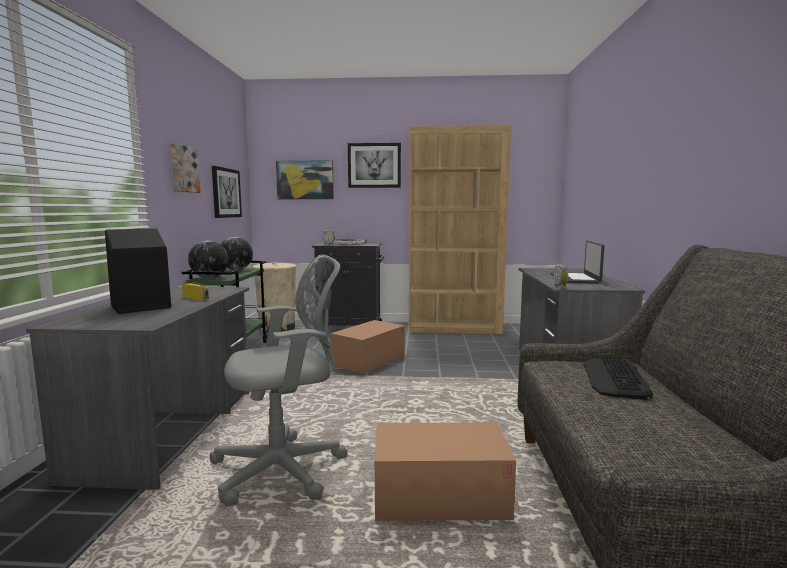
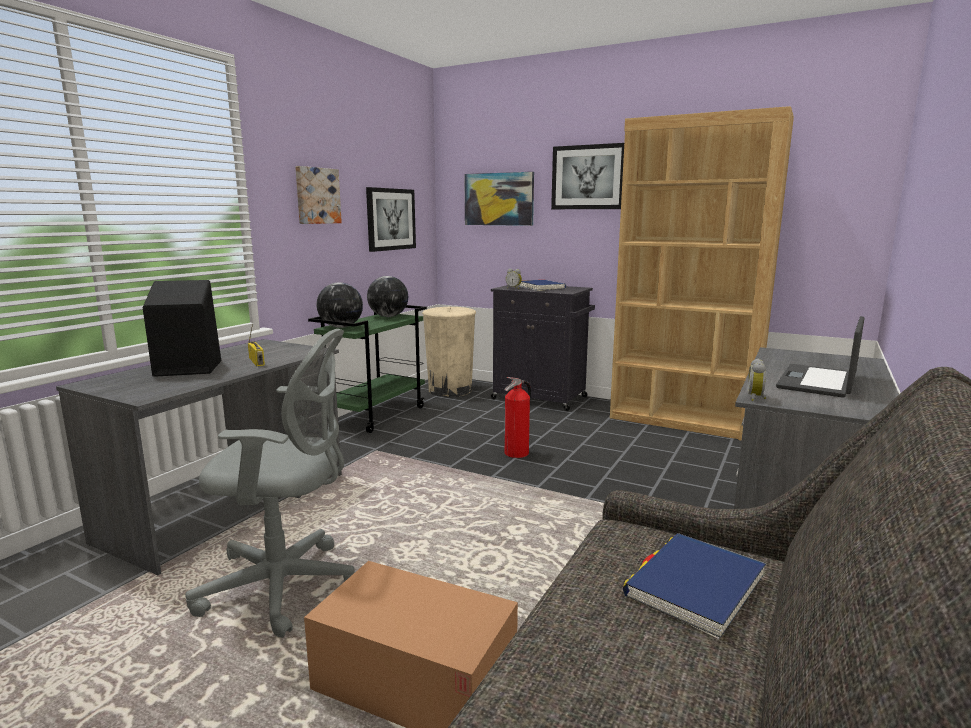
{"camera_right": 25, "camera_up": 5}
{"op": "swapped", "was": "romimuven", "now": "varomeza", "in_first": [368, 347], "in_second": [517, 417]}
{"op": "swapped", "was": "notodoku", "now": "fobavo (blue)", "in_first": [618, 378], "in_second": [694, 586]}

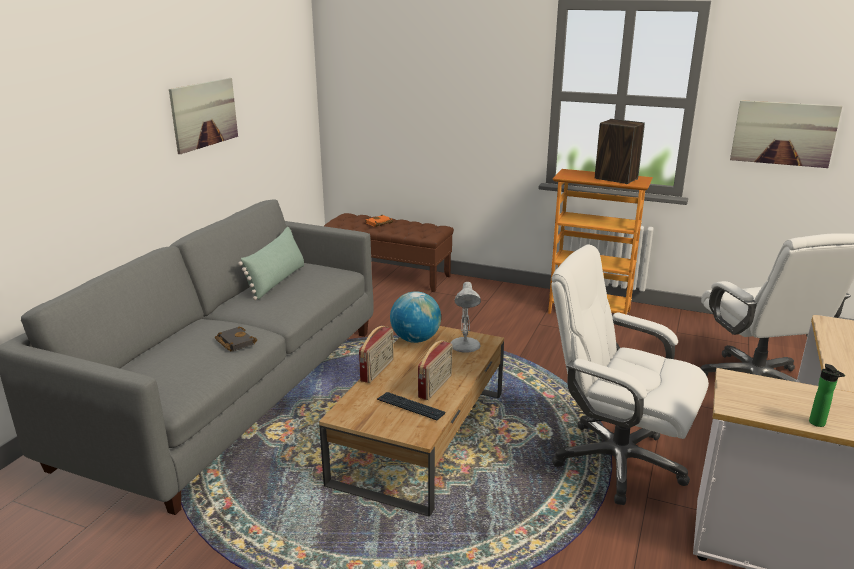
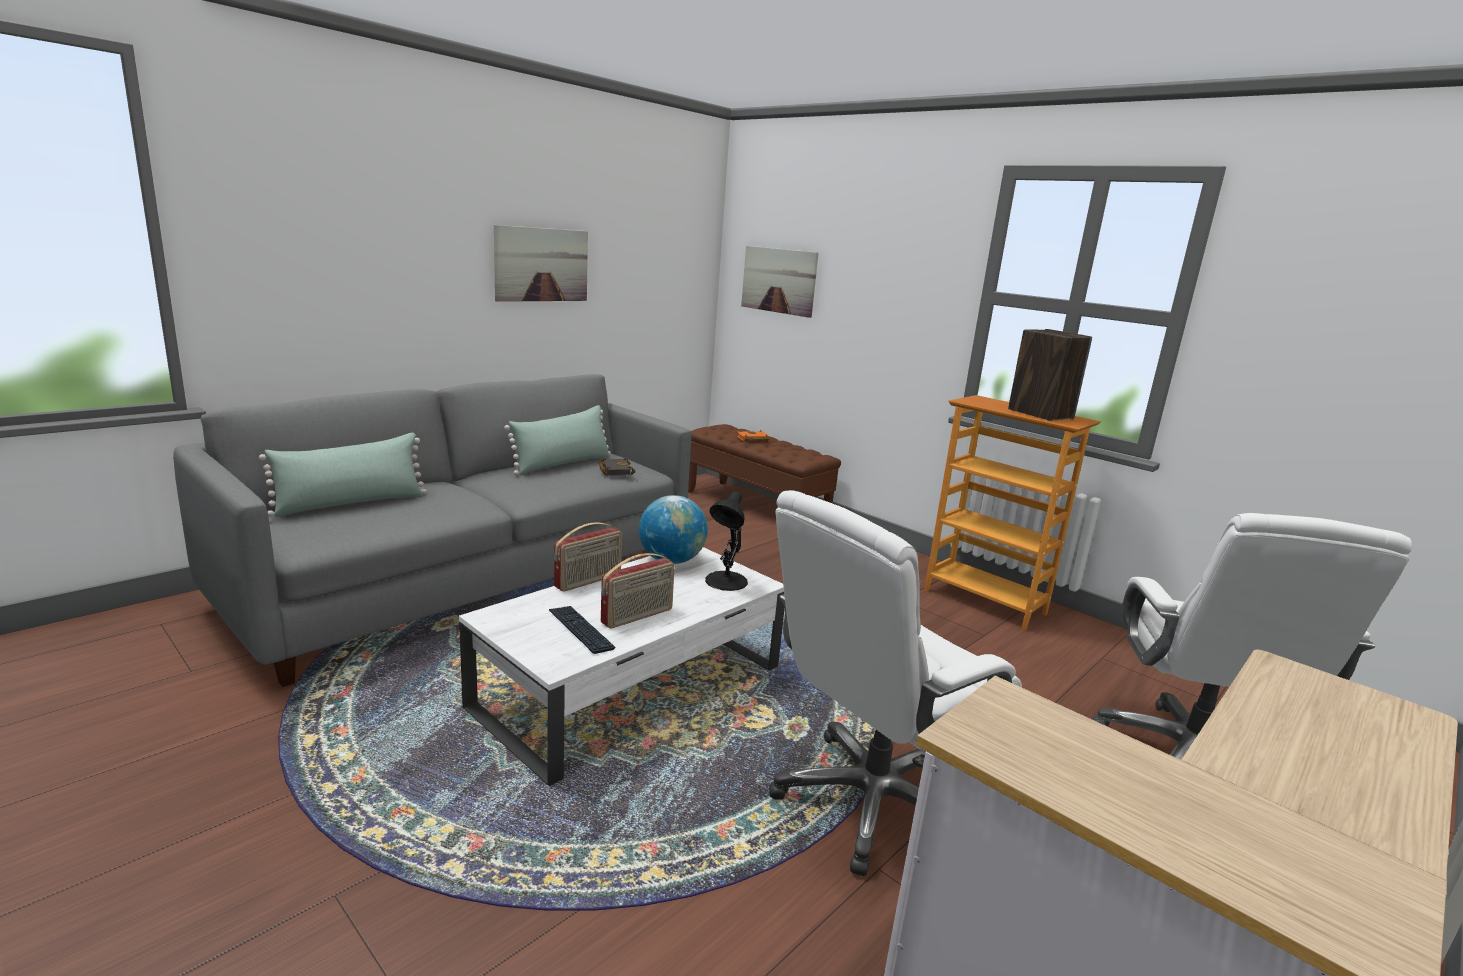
{"camera_right": 20, "camera_up": -5}
{"op": "shifted", "was": "fobavo (black)", "in_first": [236, 338], "in_second": [617, 467]}
{"op": "repainted", "was": "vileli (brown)", "now": "vileli (white)", "in_first": [411, 421], "in_second": [622, 666]}
{"op": "repainted", "was": "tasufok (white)", "now": "tasufok (black)", "in_first": [465, 317], "in_second": [726, 541]}
{"op": "rotated", "was": "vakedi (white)", "in_first": [630, 375], "in_second": [895, 683], "clockwise": -90}
{"op": "shifted", "was": "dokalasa", "in_first": [786, 134], "in_second": [780, 282]}
{"op": "gone", "was": "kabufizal", "in_first": [827, 395]}
{"op": "new", "now": "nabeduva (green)", "in_second": [343, 475]}

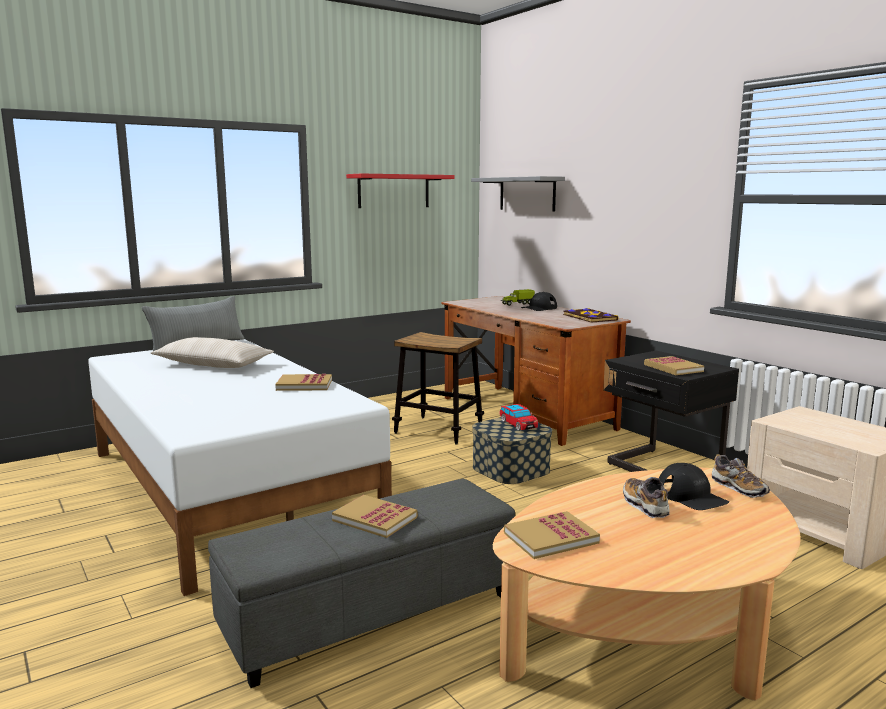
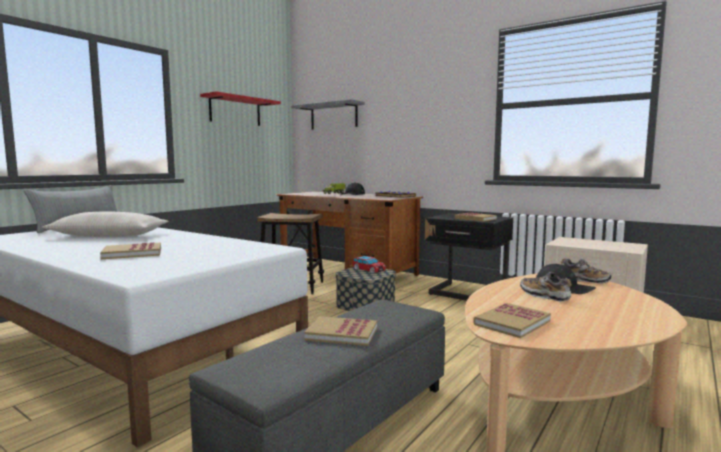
{"camera_right": -20, "camera_up": -5}
{"op": "shifted", "was": "fobavo", "in_first": [303, 382], "in_second": [130, 250]}

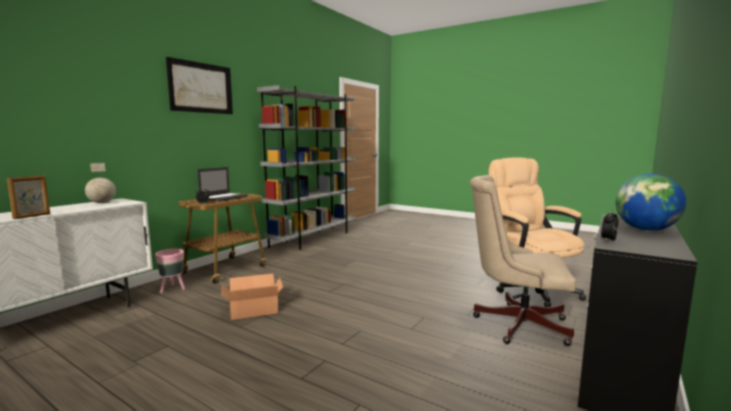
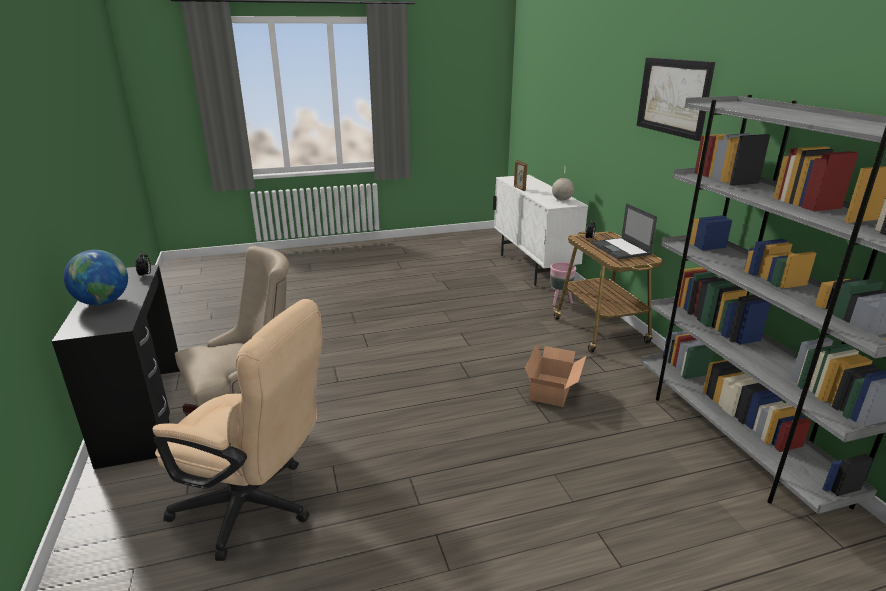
{"camera_right": 130, "camera_up": 15}
{"op": "shifted", "was": "romimuven", "in_first": [252, 297], "in_second": [555, 375]}

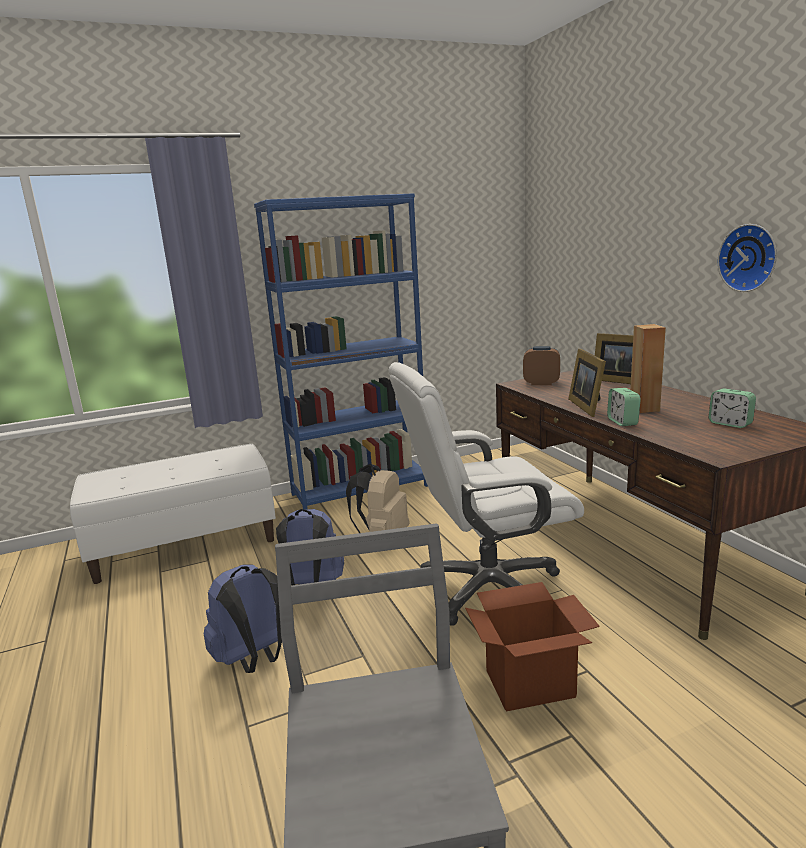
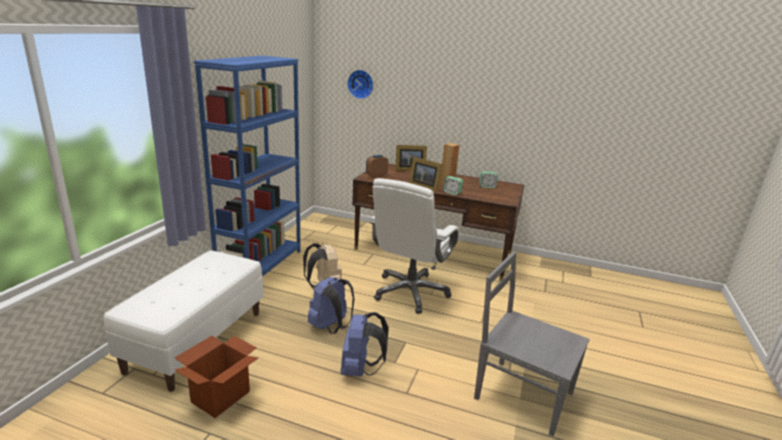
{"camera_right": -50, "camera_up": 5}
{"op": "shifted", "was": "romimuven", "in_first": [532, 646], "in_second": [216, 377]}
{"op": "shifted", "was": "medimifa", "in_first": [747, 258], "in_second": [360, 84]}

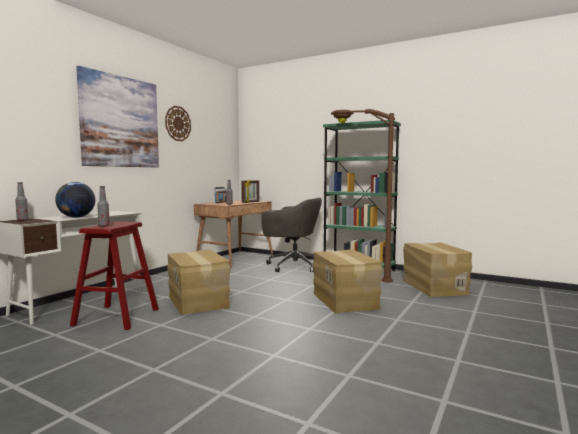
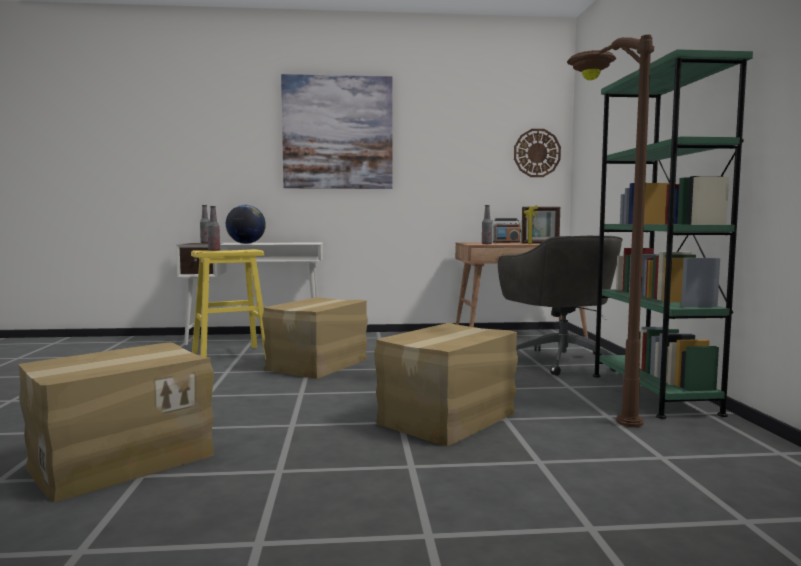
{"camera_right": 55, "camera_up": 0}
{"op": "repainted", "was": "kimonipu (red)", "now": "kimonipu (yellow)", "in_first": [114, 275], "in_second": [228, 304]}
{"op": "shifted", "was": "medimifa", "in_first": [178, 123], "in_second": [537, 153]}
{"op": "shifted", "was": "romimuven", "in_first": [437, 269], "in_second": [116, 422]}

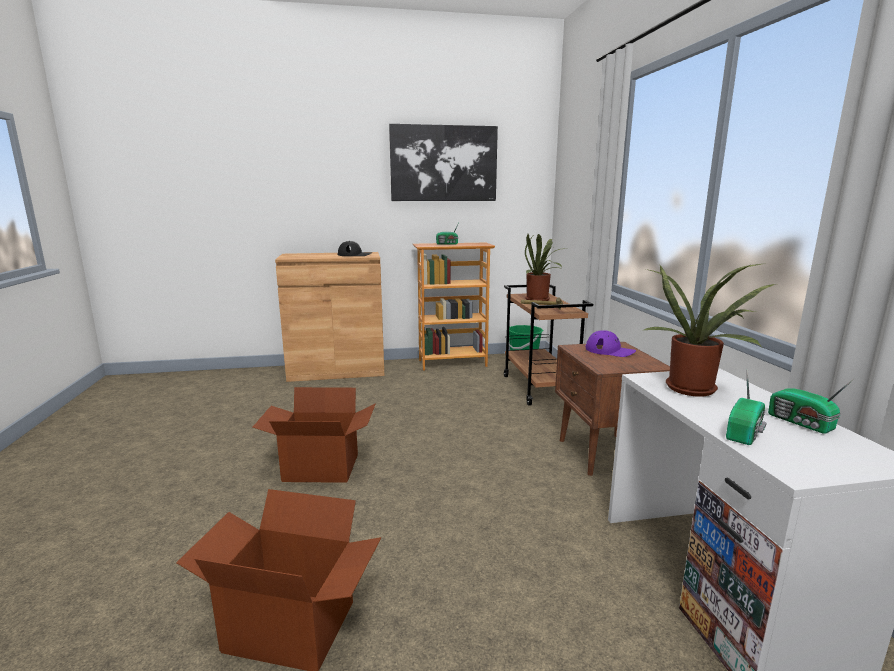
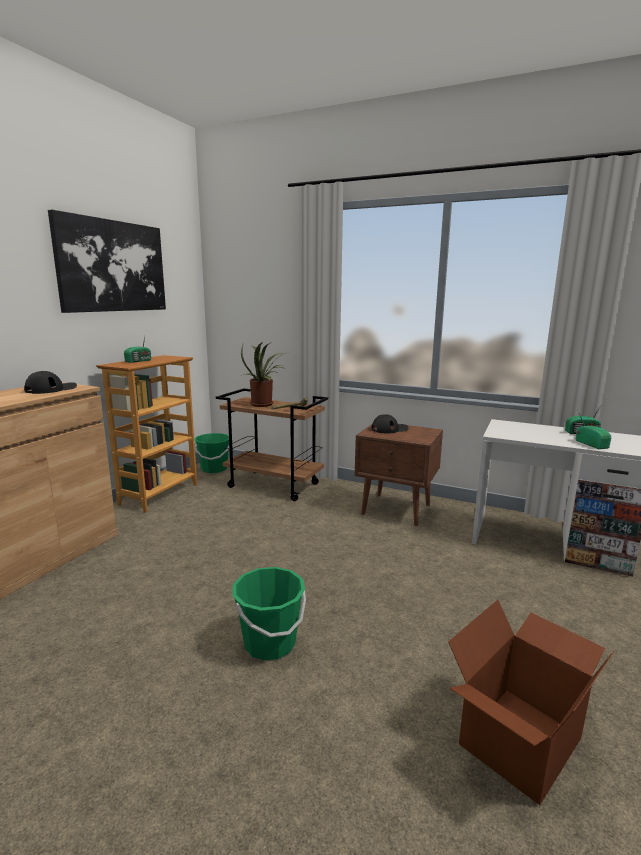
{"camera_right": -55, "camera_up": 0}
{"op": "swapped", "was": "romimuven", "now": "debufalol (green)", "in_first": [313, 435], "in_second": [269, 614]}
{"op": "repainted", "was": "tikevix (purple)", "now": "tikevix (black)", "in_first": [610, 343], "in_second": [390, 424]}
{"op": "gone", "was": "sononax", "in_first": [709, 330]}

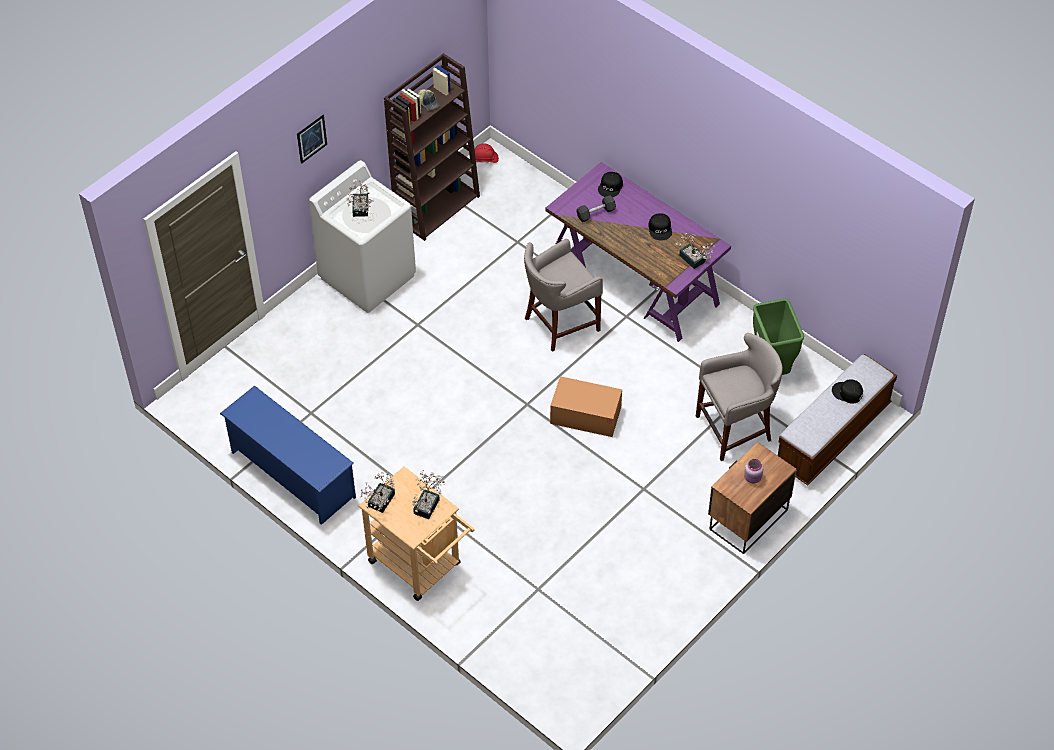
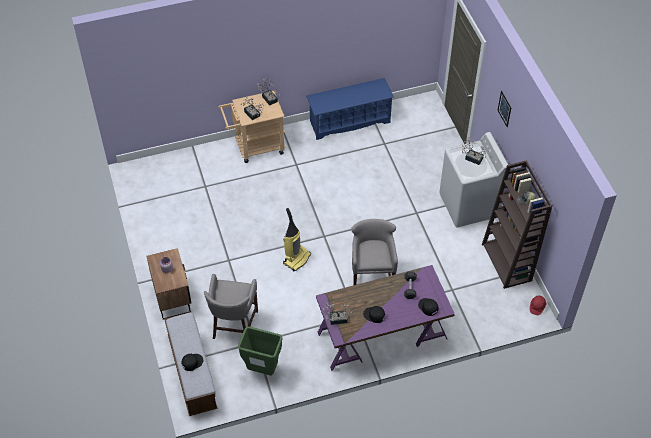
{"camera_right": 120, "camera_up": 0}
{"op": "swapped", "was": "romimuven", "now": "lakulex", "in_first": [586, 406], "in_second": [297, 240]}

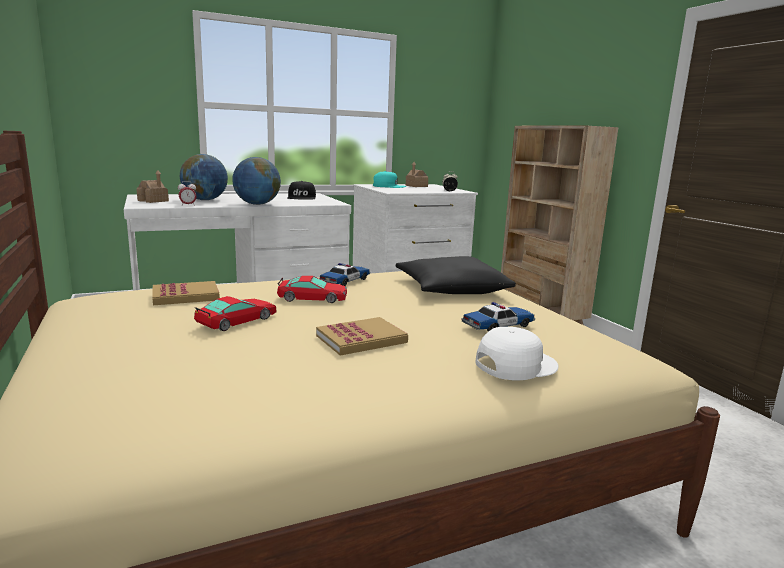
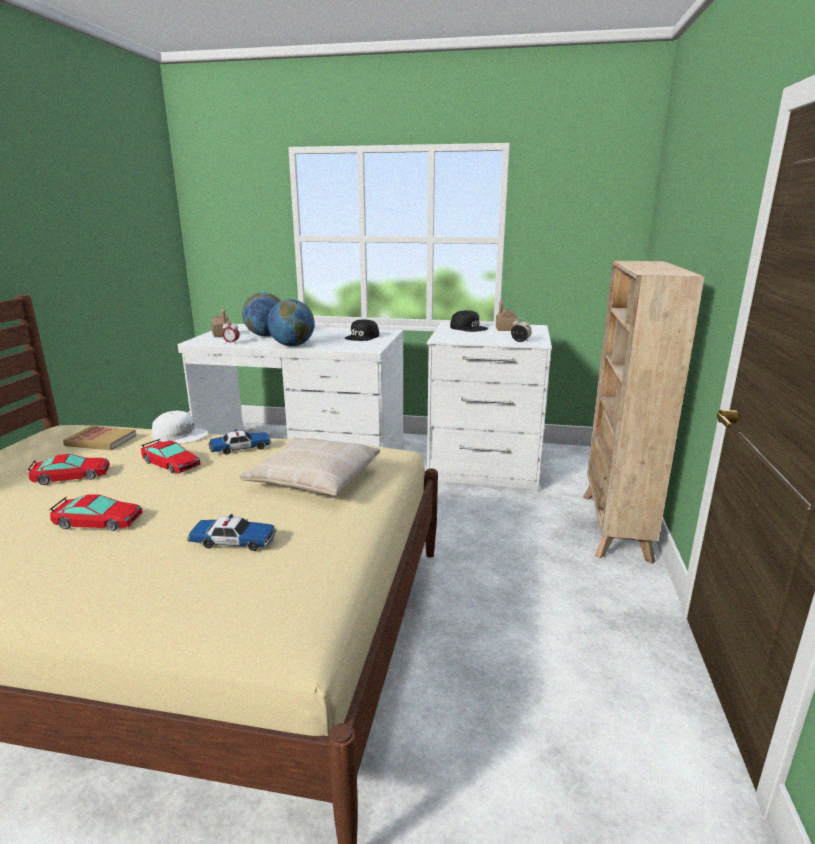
{"camera_right": 35, "camera_up": 5}
{"op": "swapped", "was": "fobavo", "now": "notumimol", "in_first": [362, 336], "in_second": [96, 512]}
{"op": "repainted", "was": "tikevix (turquoise)", "now": "tikevix (black)", "in_first": [389, 179], "in_second": [469, 321]}
{"op": "repainted", "was": "nabeduva (black)", "now": "nabeduva (beige)", "in_first": [456, 275], "in_second": [309, 466]}
{"op": "shifted", "was": "tikevix (white)", "in_first": [517, 354], "in_second": [180, 427]}

